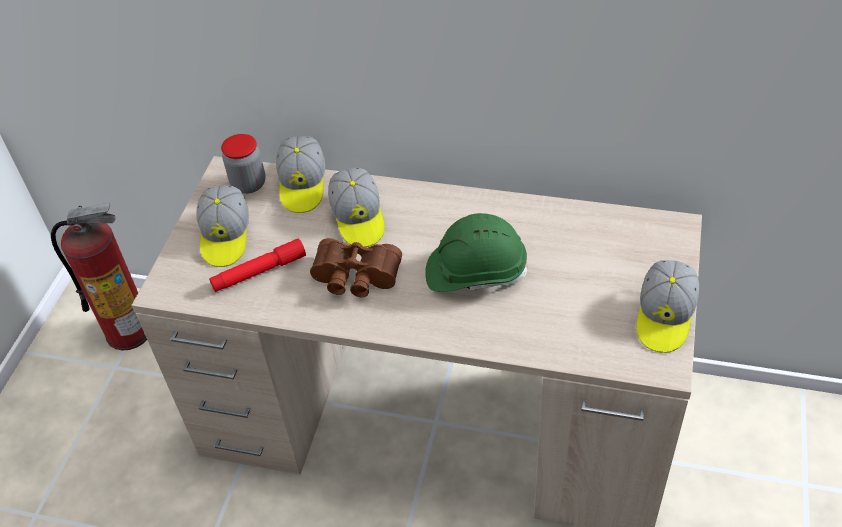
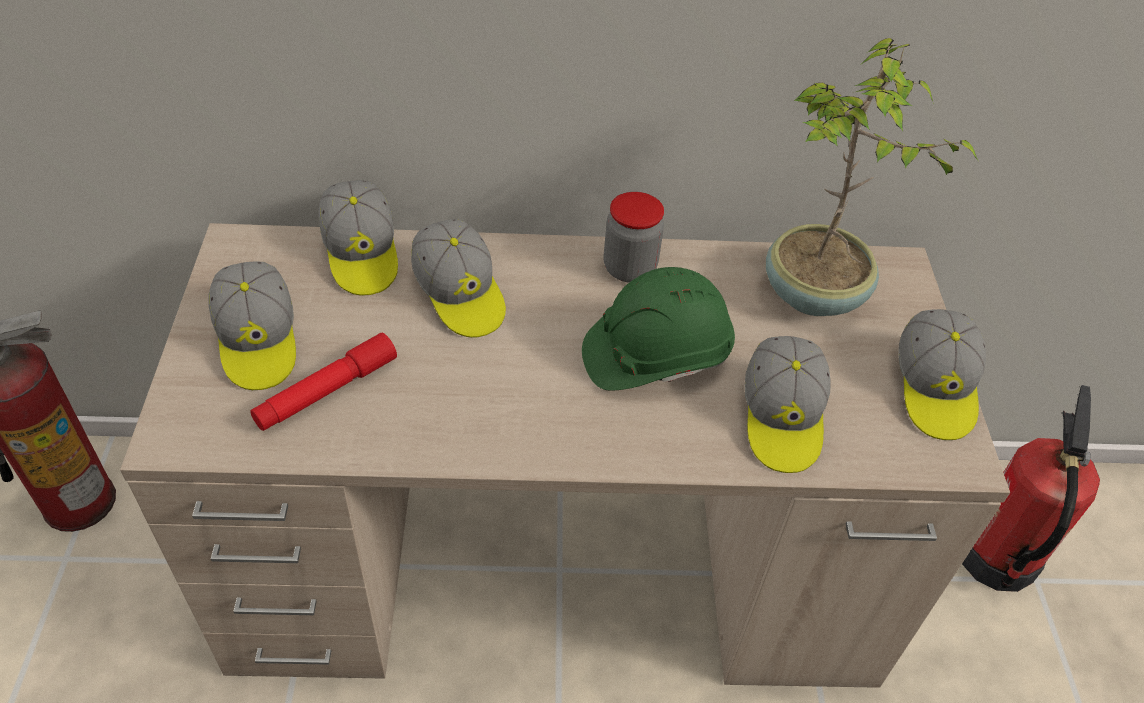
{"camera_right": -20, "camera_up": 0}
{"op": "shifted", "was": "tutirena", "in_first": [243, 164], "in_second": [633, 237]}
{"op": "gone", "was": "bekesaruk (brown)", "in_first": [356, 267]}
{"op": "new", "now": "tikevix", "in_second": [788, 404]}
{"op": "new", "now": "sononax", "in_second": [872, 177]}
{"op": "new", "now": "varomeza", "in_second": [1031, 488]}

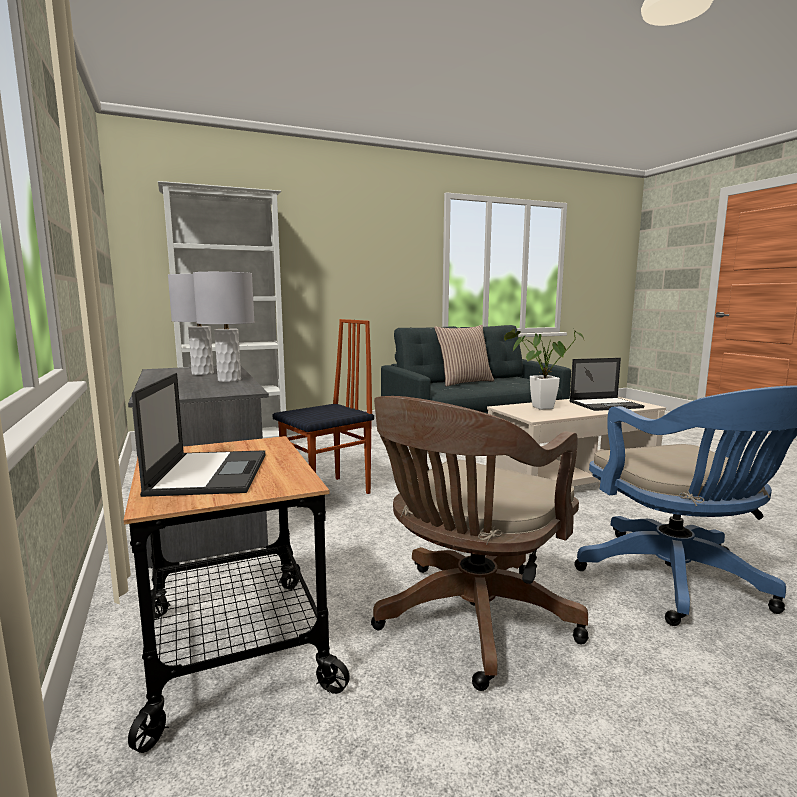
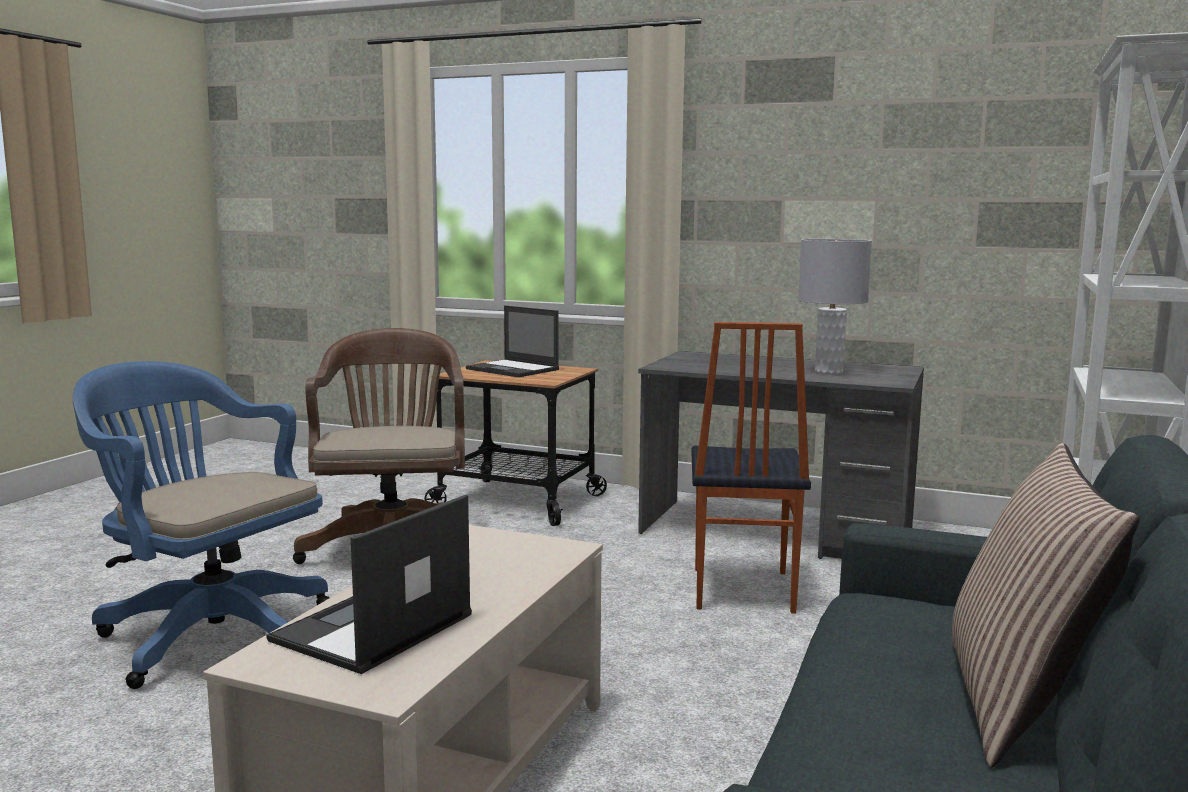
{"camera_right": 135, "camera_up": 0}
{"op": "gone", "was": "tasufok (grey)", "in_first": [224, 327]}
{"op": "gone", "was": "sononax", "in_first": [544, 369]}

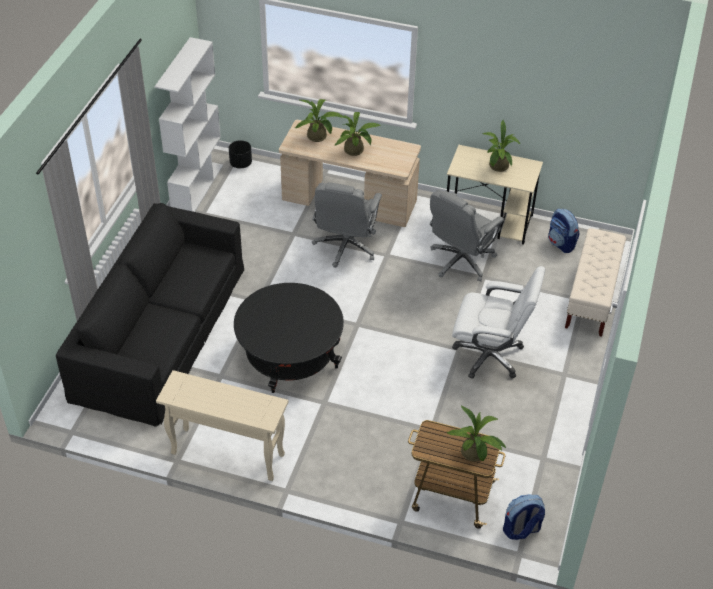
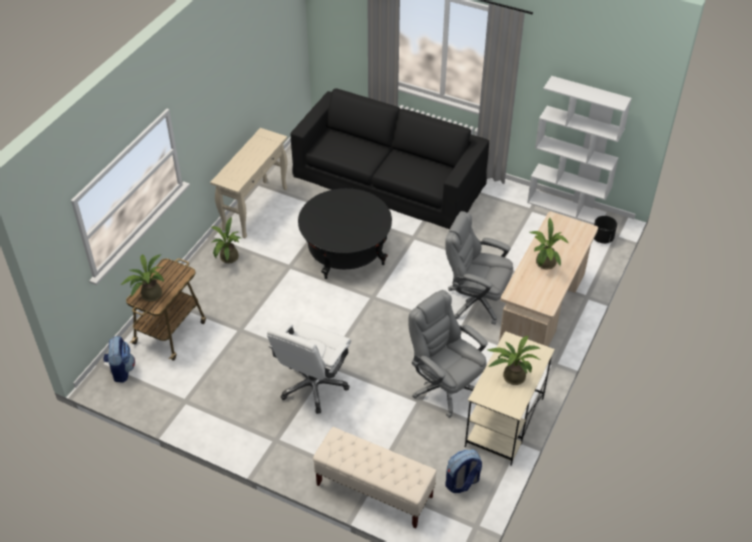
{"camera_right": 100, "camera_up": 0}
{"op": "shifted", "was": "sononax", "in_first": [318, 120], "in_second": [226, 240]}

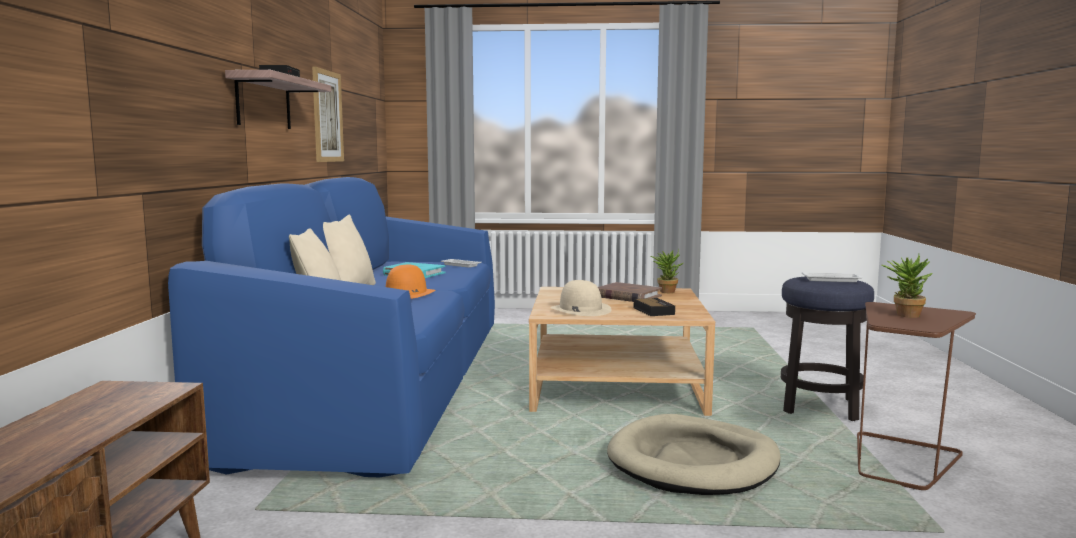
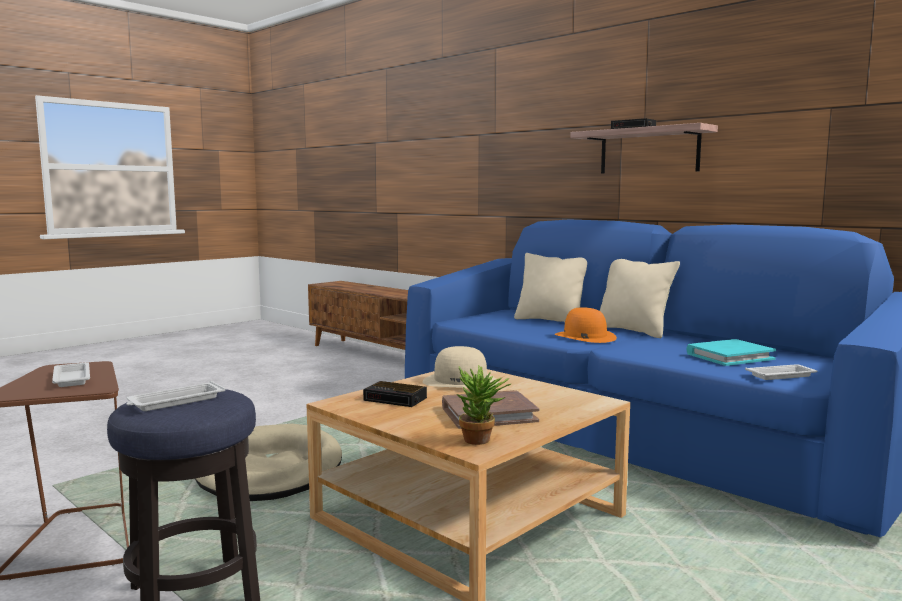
{"camera_right": 130, "camera_up": 0}
{"op": "gone", "was": "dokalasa", "in_first": [328, 114]}
{"op": "swapped", "was": "sononax", "now": "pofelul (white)", "in_first": [907, 286], "in_second": [71, 374]}

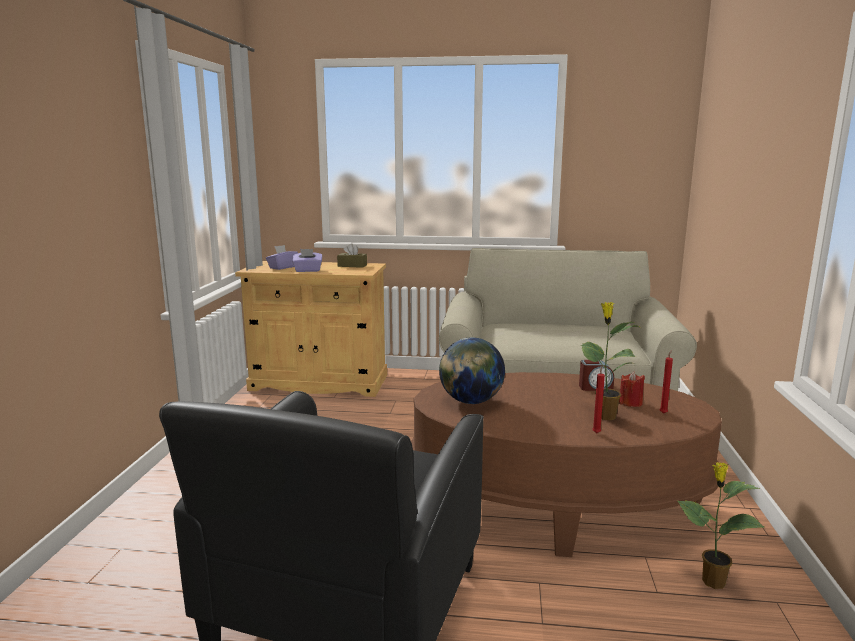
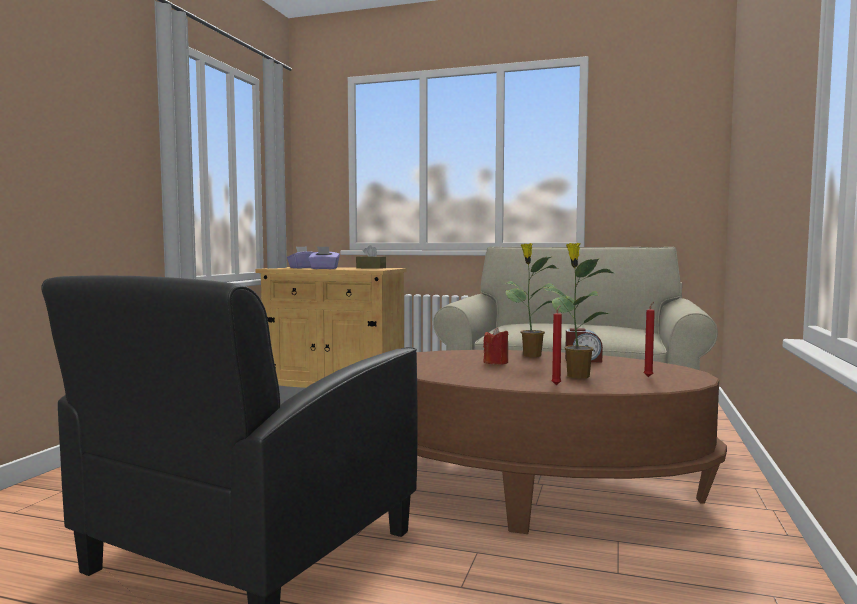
{"camera_right": 10, "camera_up": -10}
{"op": "gone", "was": "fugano", "in_first": [472, 370]}
{"op": "shifted", "was": "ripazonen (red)", "in_first": [632, 389], "in_second": [495, 346]}
{"op": "shifted", "was": "sononax", "in_first": [720, 525], "in_second": [531, 300]}

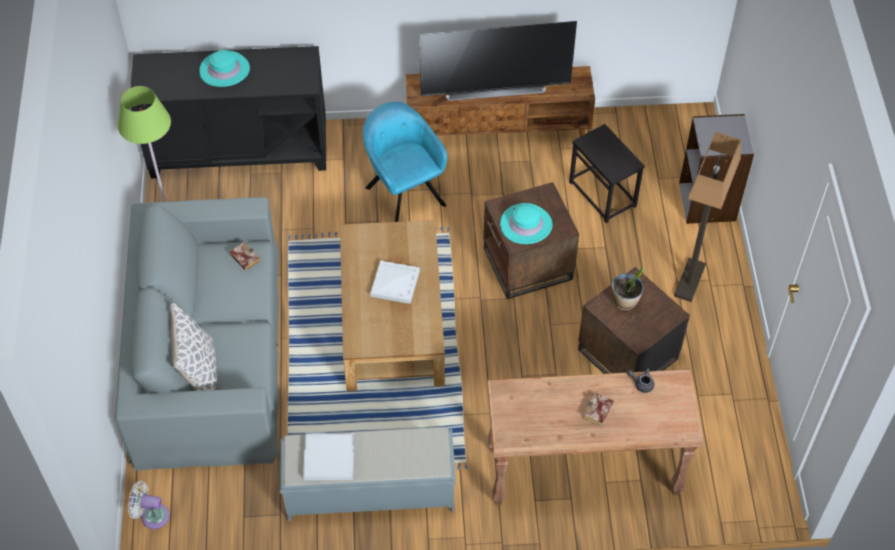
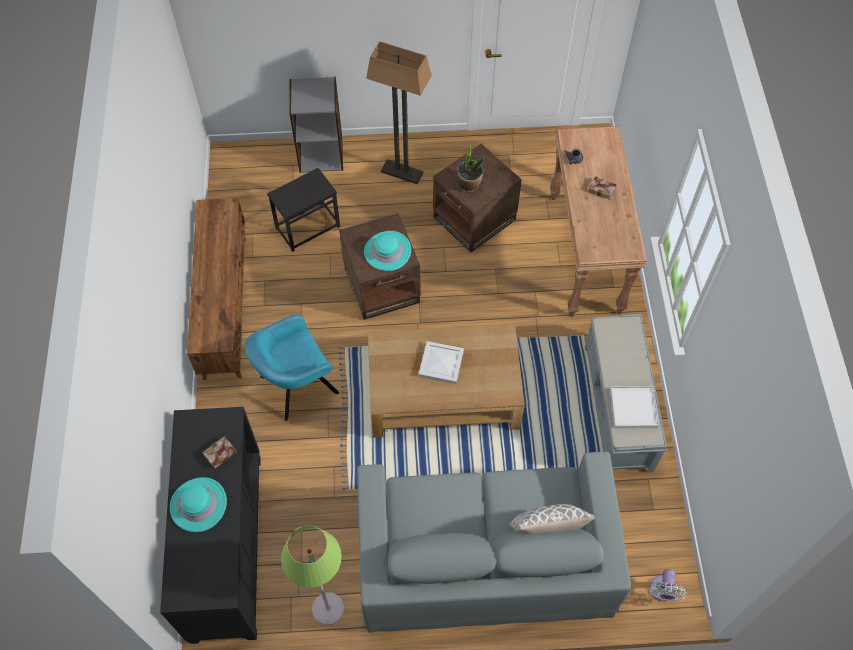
{"camera_right": -90, "camera_up": 5}
{"op": "shifted", "was": "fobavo", "in_first": [245, 256], "in_second": [219, 452]}
{"op": "gone", "was": "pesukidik", "in_first": [498, 61]}

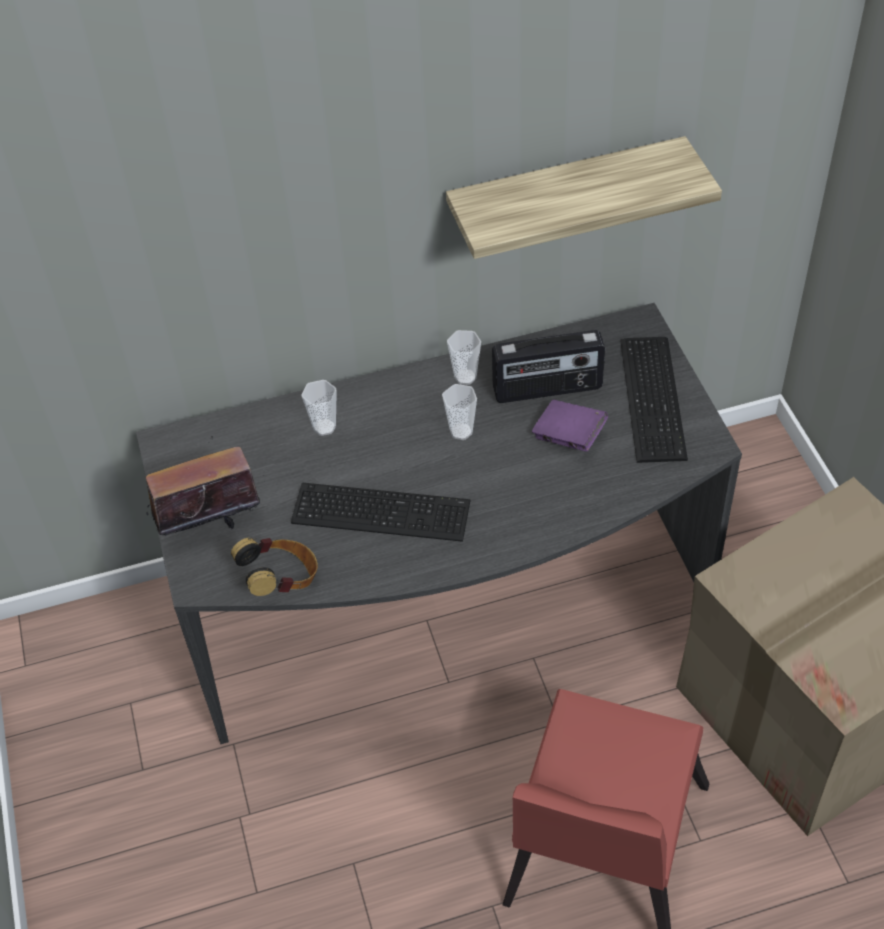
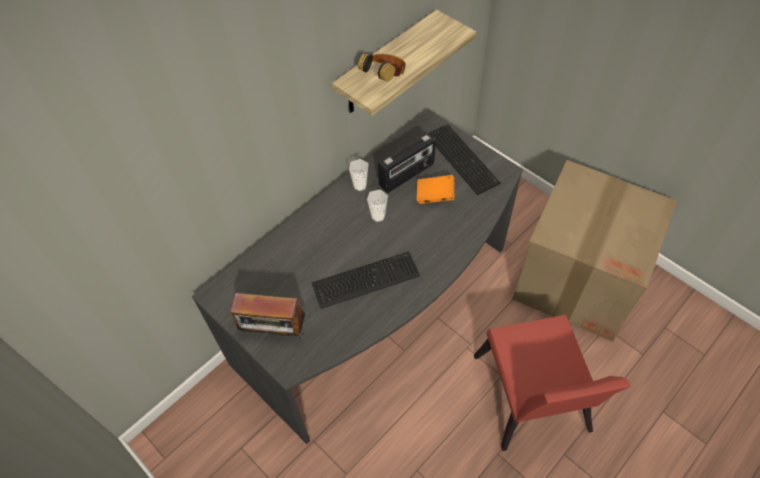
{"camera_right": -30, "camera_up": 5}
{"op": "rotated", "was": "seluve", "in_first": [205, 485], "in_second": [268, 316], "clockwise": -120}
{"op": "shifted", "was": "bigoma", "in_first": [274, 567], "in_second": [382, 67]}
{"op": "gone", "was": "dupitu", "in_first": [319, 408]}
{"op": "repainted", "was": "fobavo (purple)", "now": "fobavo (orange)", "in_first": [570, 426], "in_second": [435, 189]}

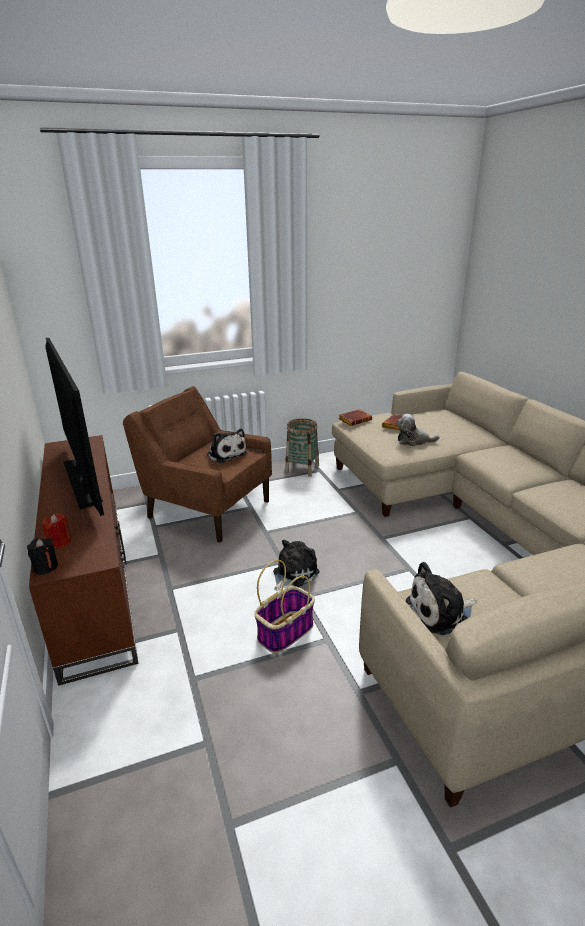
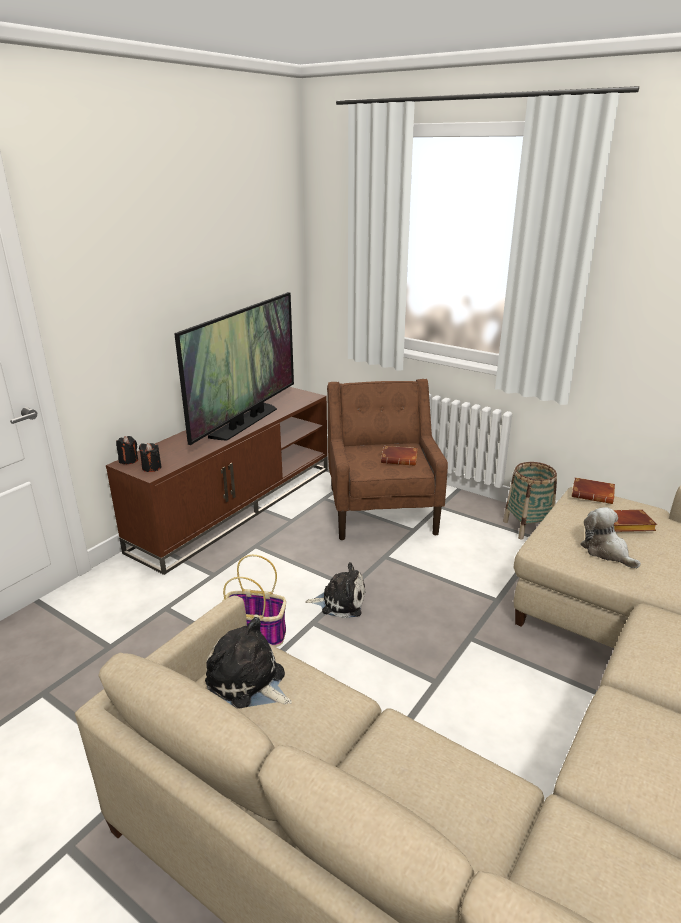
{"camera_right": 55, "camera_up": 0}
{"op": "gone", "was": "ripazonen (red)", "in_first": [56, 531]}
{"op": "swapped", "was": "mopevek", "now": "fobavo (brown)", "in_first": [227, 445], "in_second": [399, 456]}
{"op": "new", "now": "ripazonen (black)", "in_second": [150, 457]}

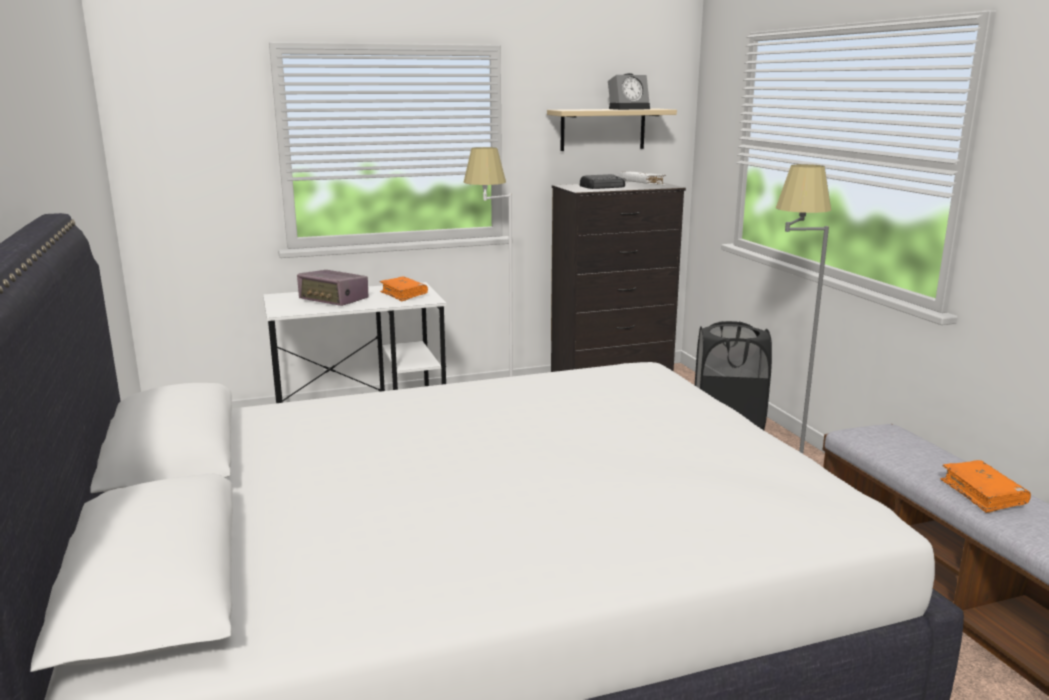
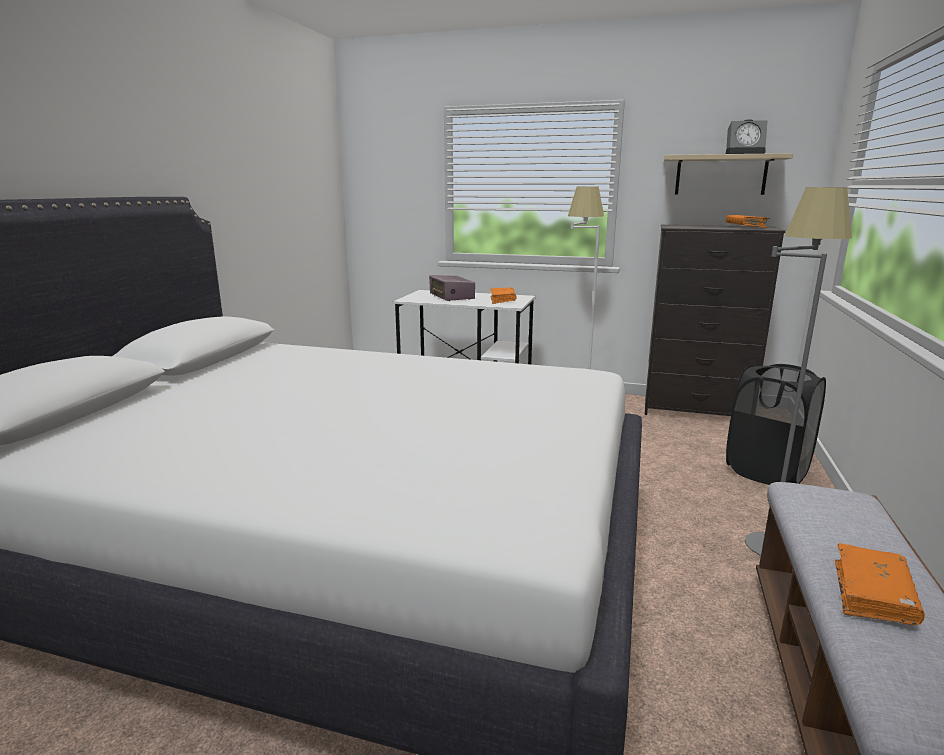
{"camera_right": 35, "camera_up": 0}
{"op": "gone", "was": "seluve", "in_first": [602, 181]}
{"op": "repainted", "was": "fobavo (white)", "now": "fobavo (orange)", "in_first": [642, 178], "in_second": [748, 221]}

